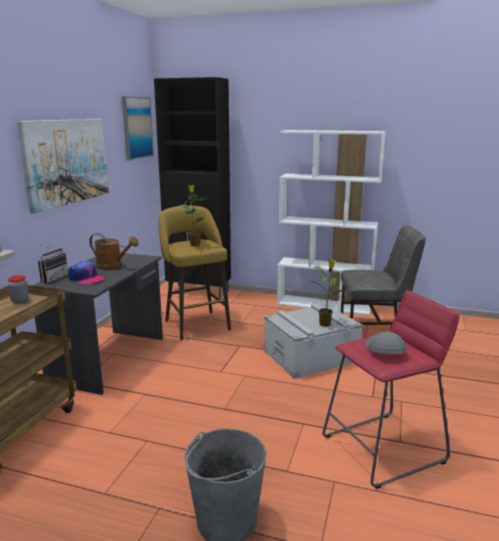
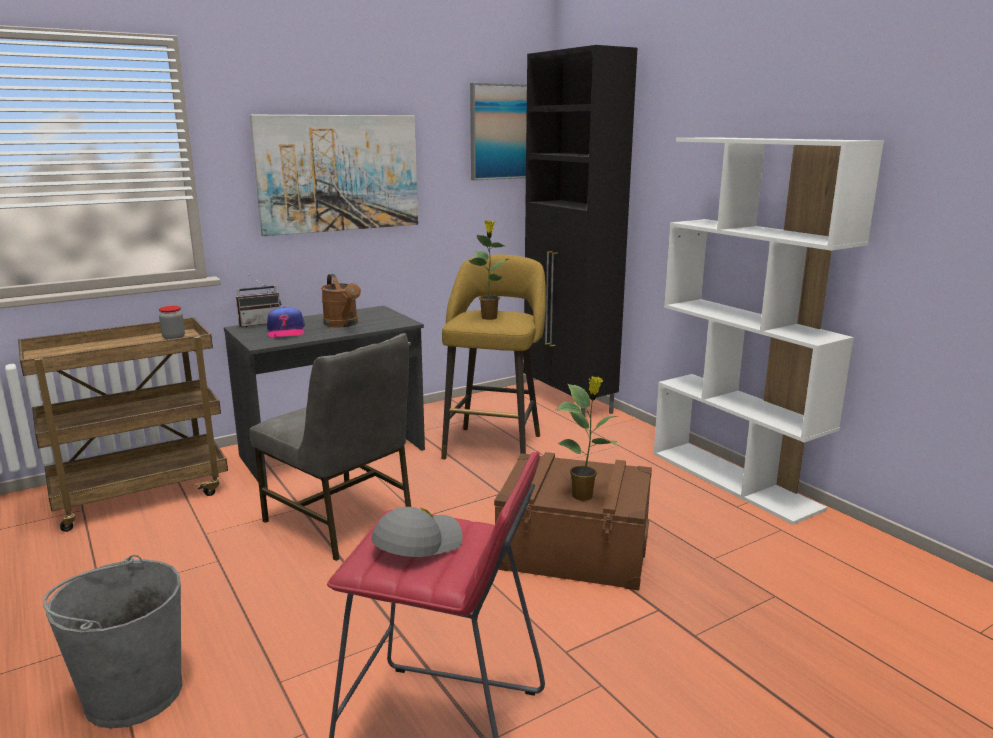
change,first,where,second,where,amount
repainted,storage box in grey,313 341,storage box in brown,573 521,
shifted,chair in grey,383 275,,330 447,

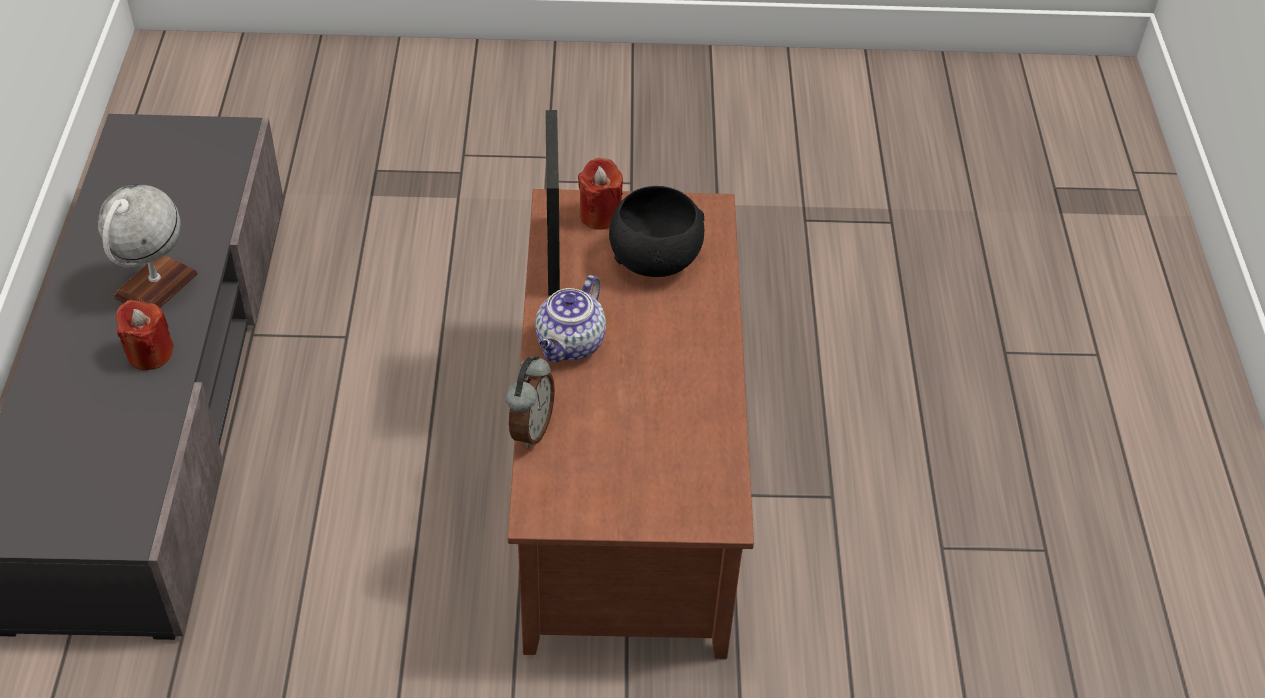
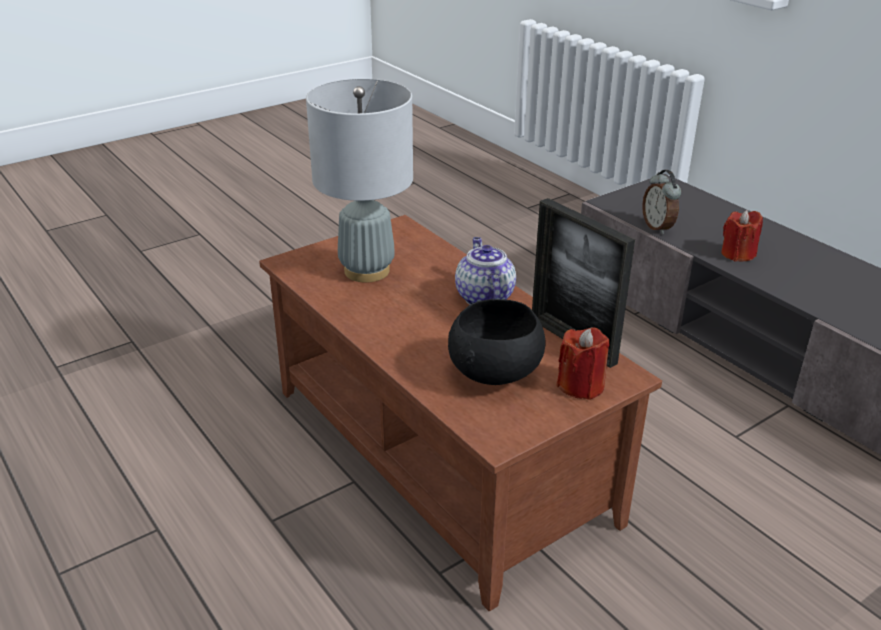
change,first,where,second,where,amount
gone,globe,148 246,,,
shifted,alarm clock,530 402,,661 202,
new,,,table lamp in grey,359 180,

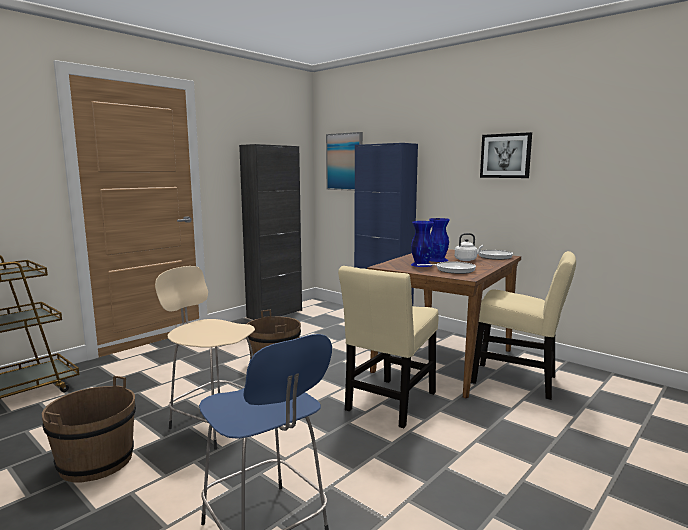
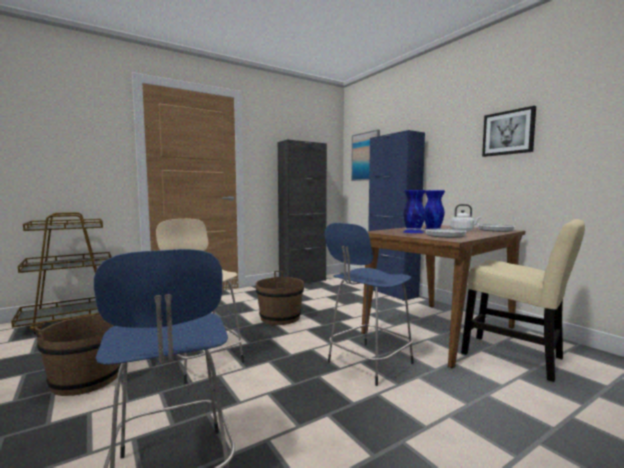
change,first,where,second,where,amount
swapped,chair in beige,388 347,stool in blue,369 304,

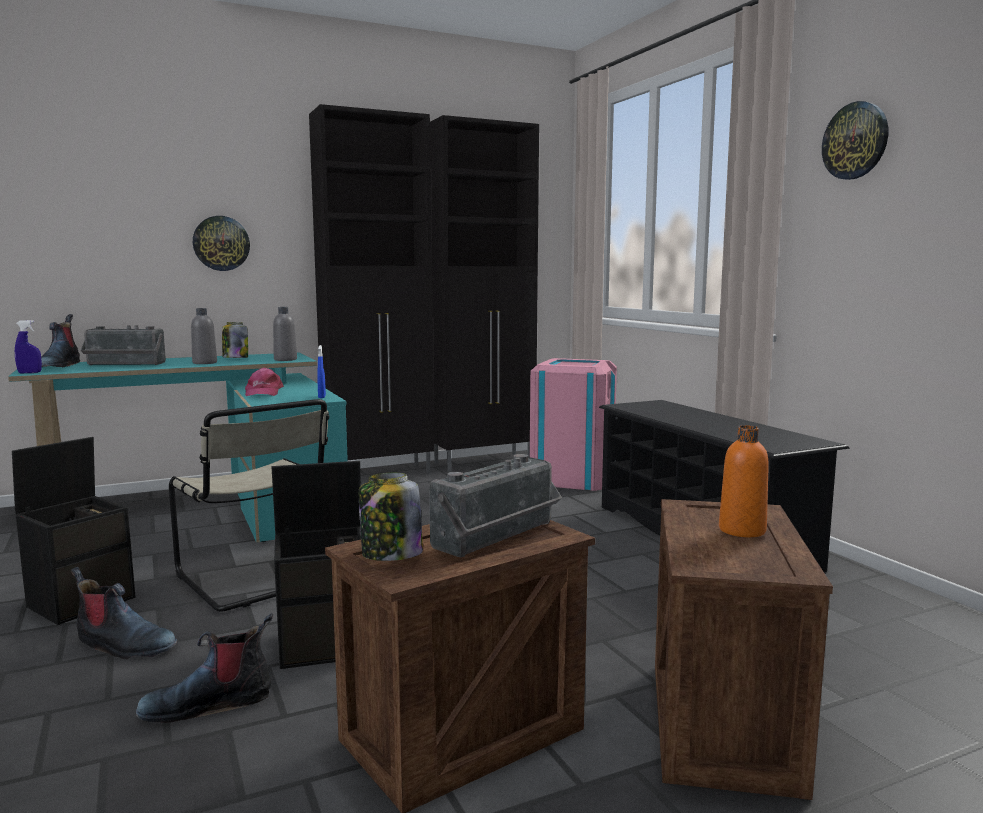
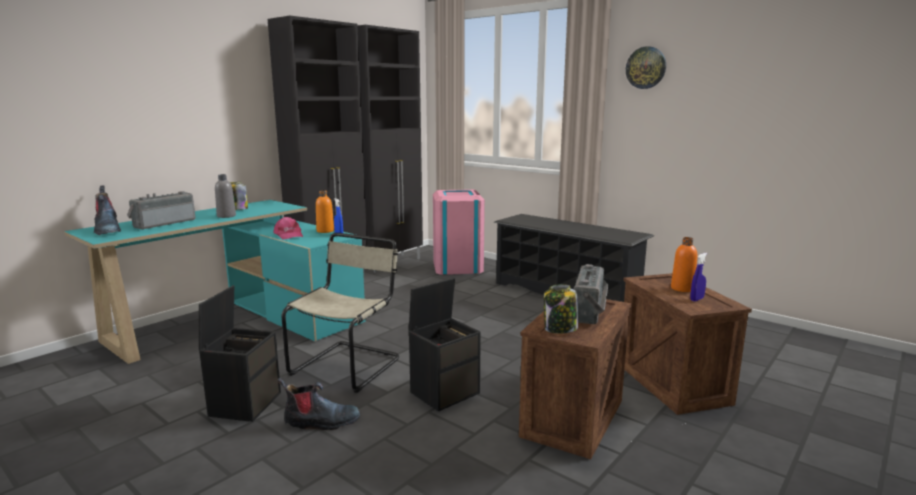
change,first,where,second,where,amount
shifted,spray bottle in blue,28 346,,698 277,
rotated,radio,123 345,,161 210,150 degrees clockwise
gone,boot,204 668,,,
rotated,chair in beige,249 505,,340 313,90 degrees counterclockwise
gone,wall clock,221 243,,,
gone,bottle in grey,285 334,,,
new,,,bottle in orange,325 212,

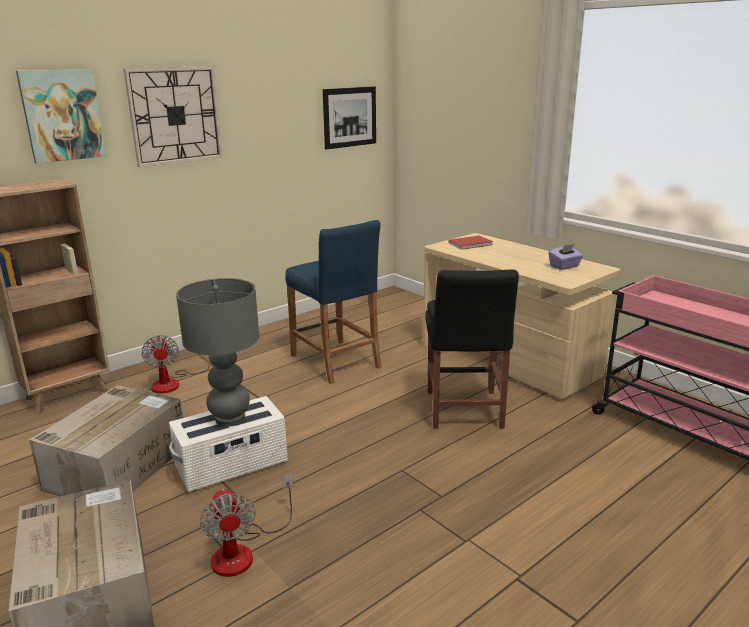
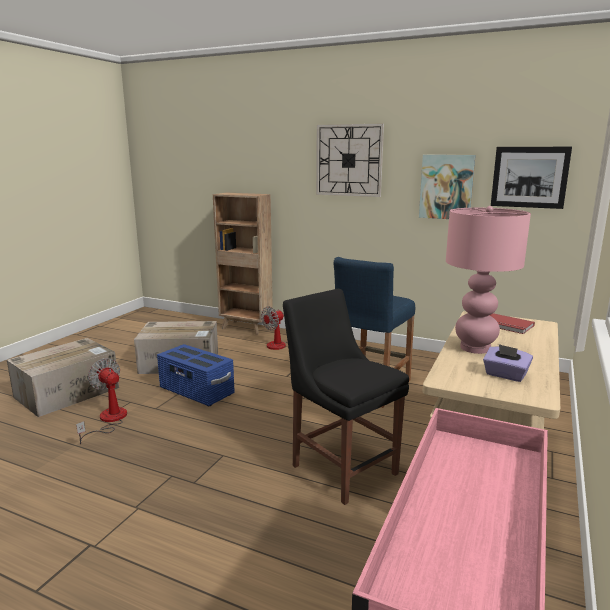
change,first,where,second,where,amount
shifted,picture,61 116,,447 187,
repainted,storage box in white,228 444,storage box in blue,196 375,
gone,table lamp in grey,217 352,,,
rotated,fan,246 525,,101 401,90 degrees clockwise
rotated,chair in black,472 349,,346 397,75 degrees clockwise
new,,,table lamp in pink,488 280,

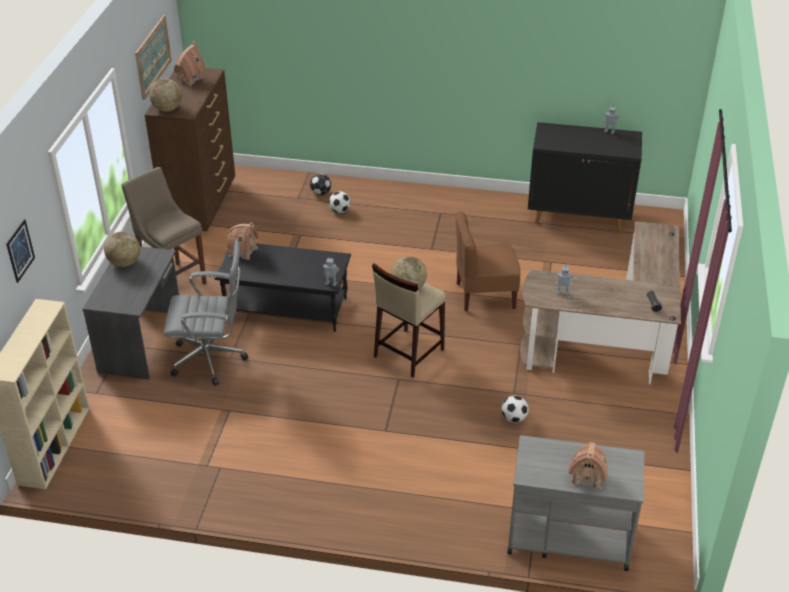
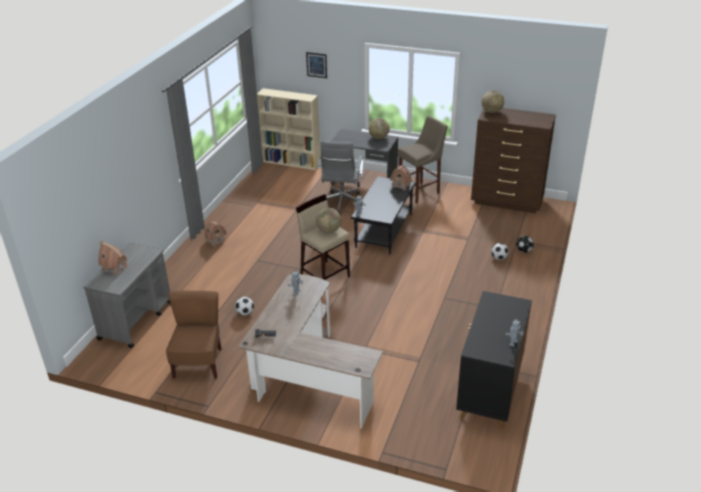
change,first,where,second,where,amount
gone,picture,153 57,,,
shifted,toy house,190 63,,216 234,
shifted,chair in brown,488 261,,193 335,

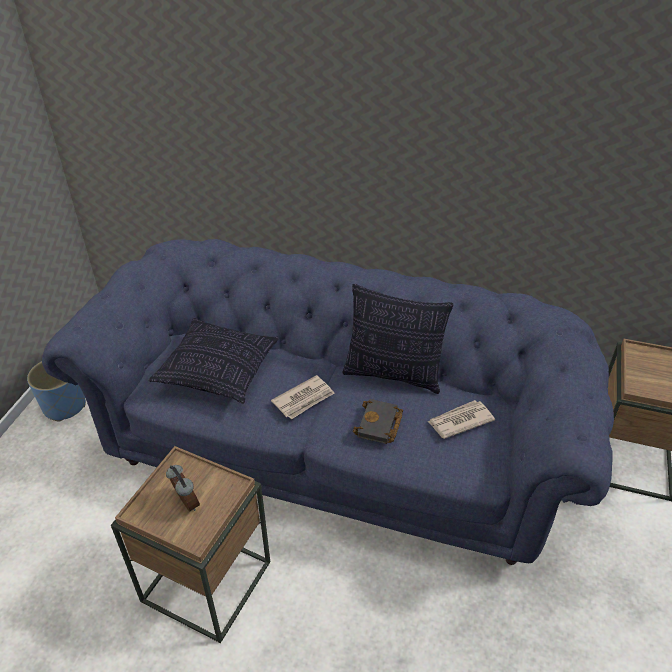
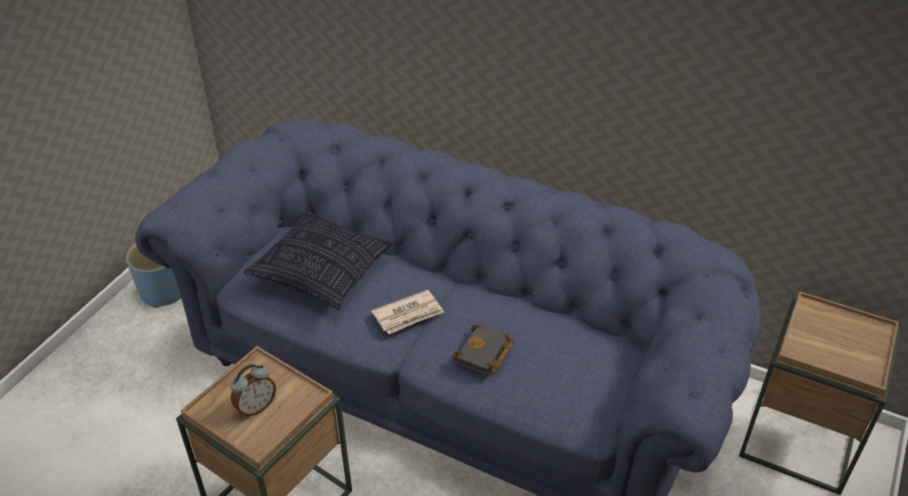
change,first,where,second,where,amount
rotated,alarm clock,183 488,,253 390,75 degrees clockwise
gone,pillow,397 339,,,
gone,newspaper,461 419,,,

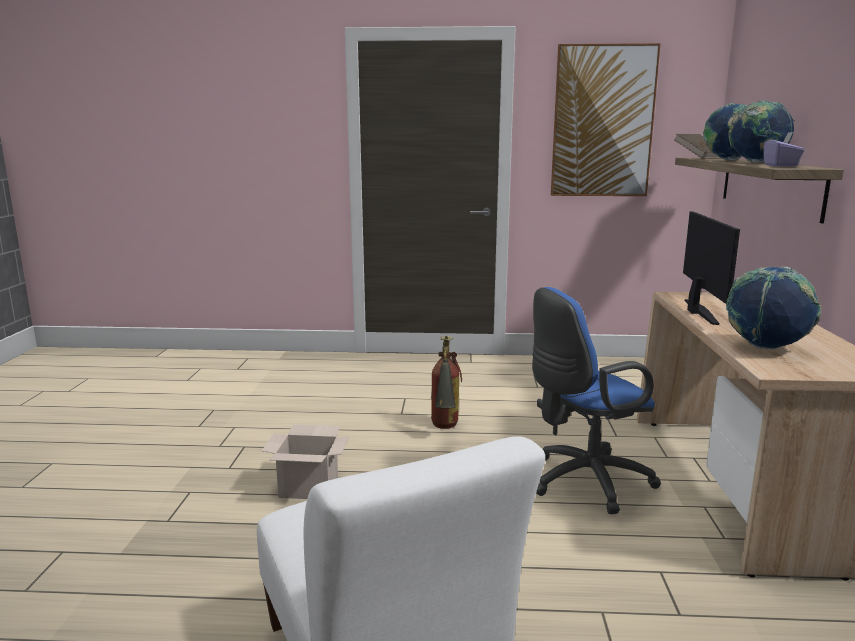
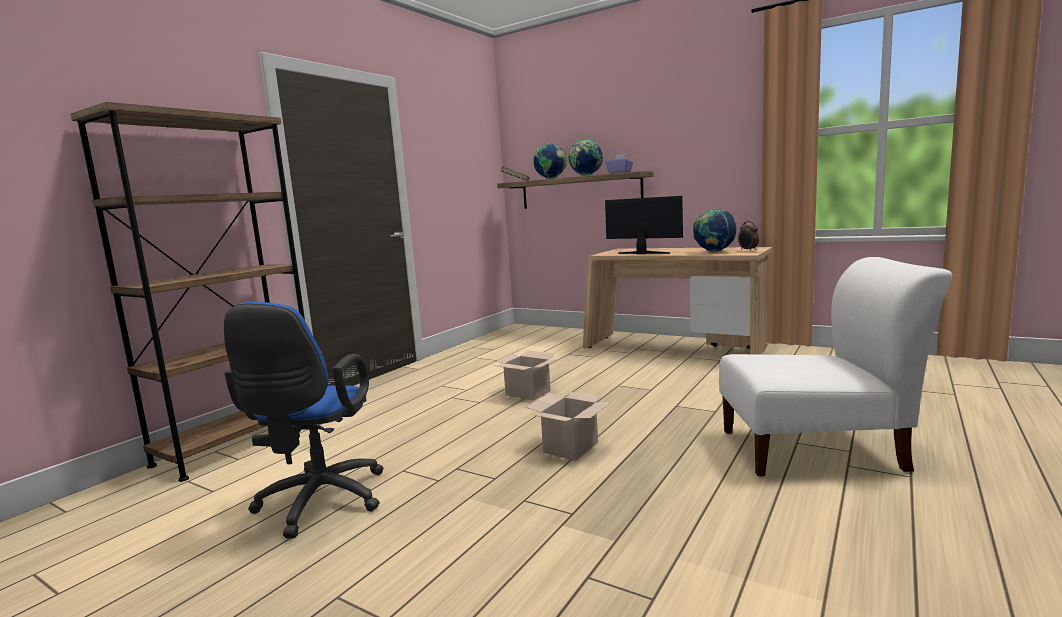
change,first,where,second,where,amount
swapped,fire extinguisher,446 382,cardboard box,525 375,
shifted,office chair in blue,596 400,,304 420,
gone,picture,605 119,,,
new,,,bookcase in brown,187 292,
new,,,alarm clock,748 236,

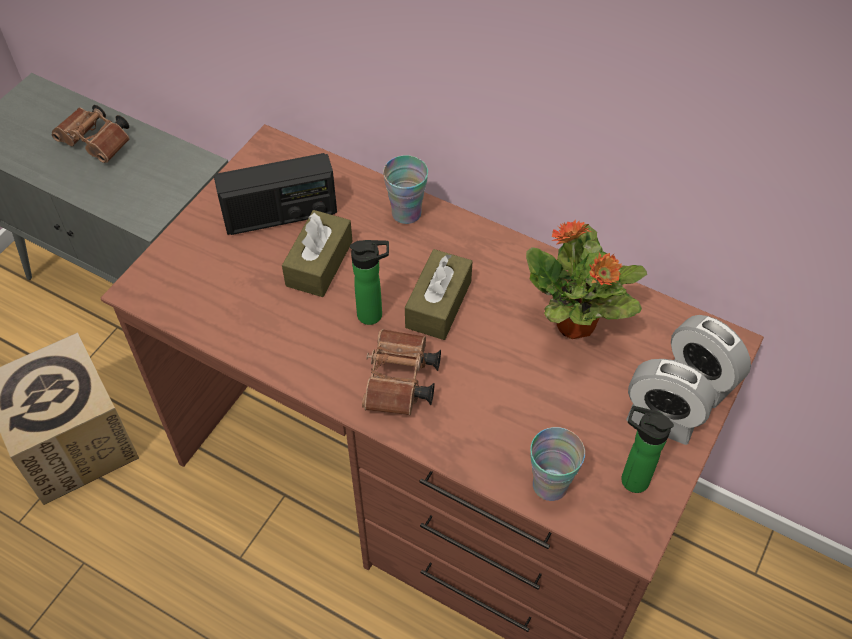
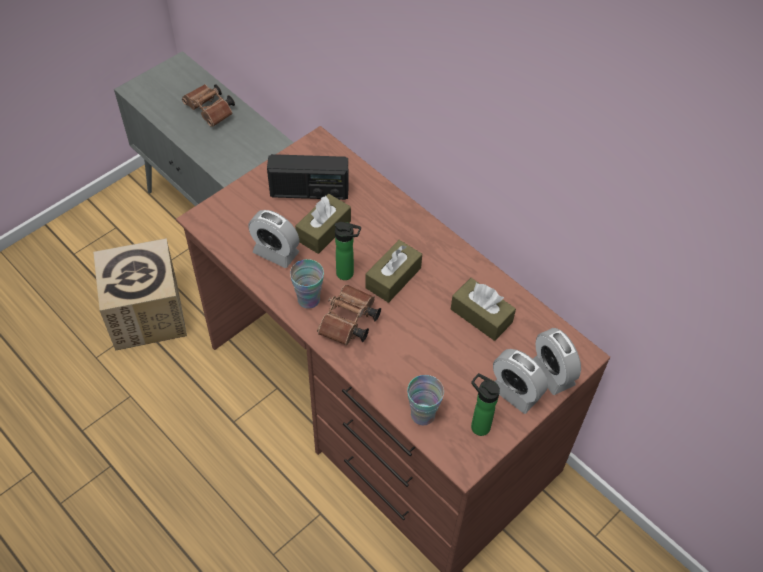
change,first,where,second,where,amount
shifted,cup,405 189,,307 284,
swapped,potted plant,586 279,tissue box in brown,483 309,
new,,,alarm clock,273 239,

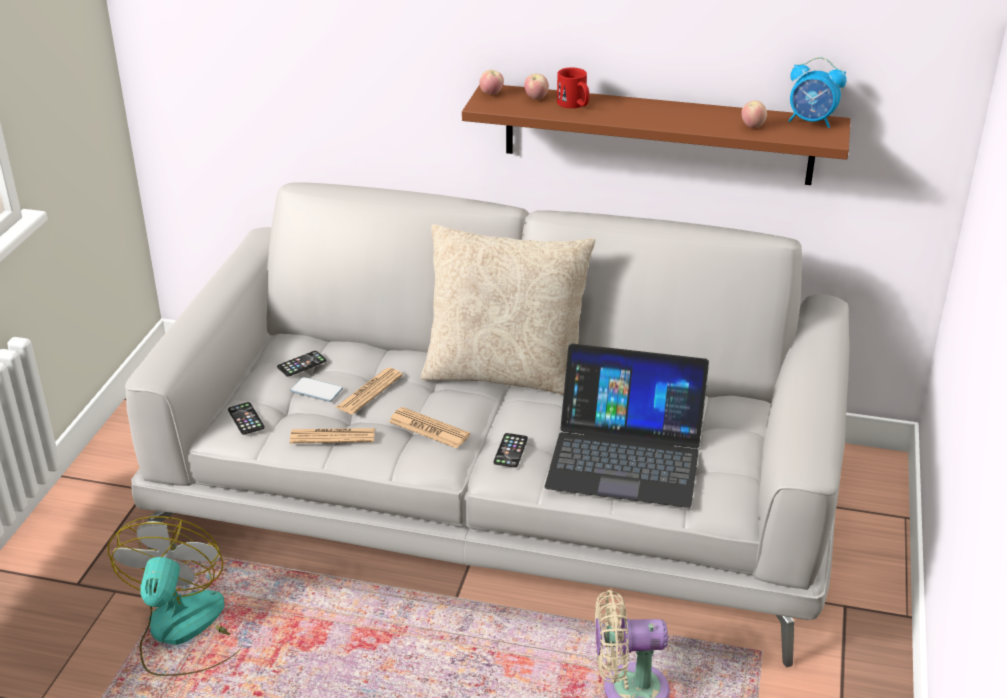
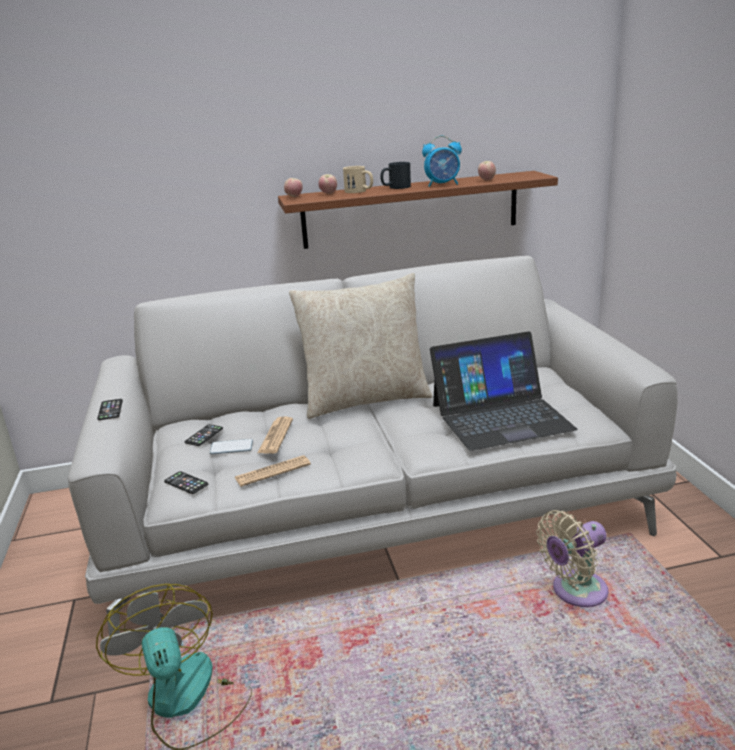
change,first,where,second,where,amount
gone,newspaper,429 428,,,
shifted,phone,511 450,,110 409,
repainted,mug in red,573 87,mug in beige,358 179,
shifted,alarm clock,817 92,,442 161,
new,,,mug in black,395 175,

